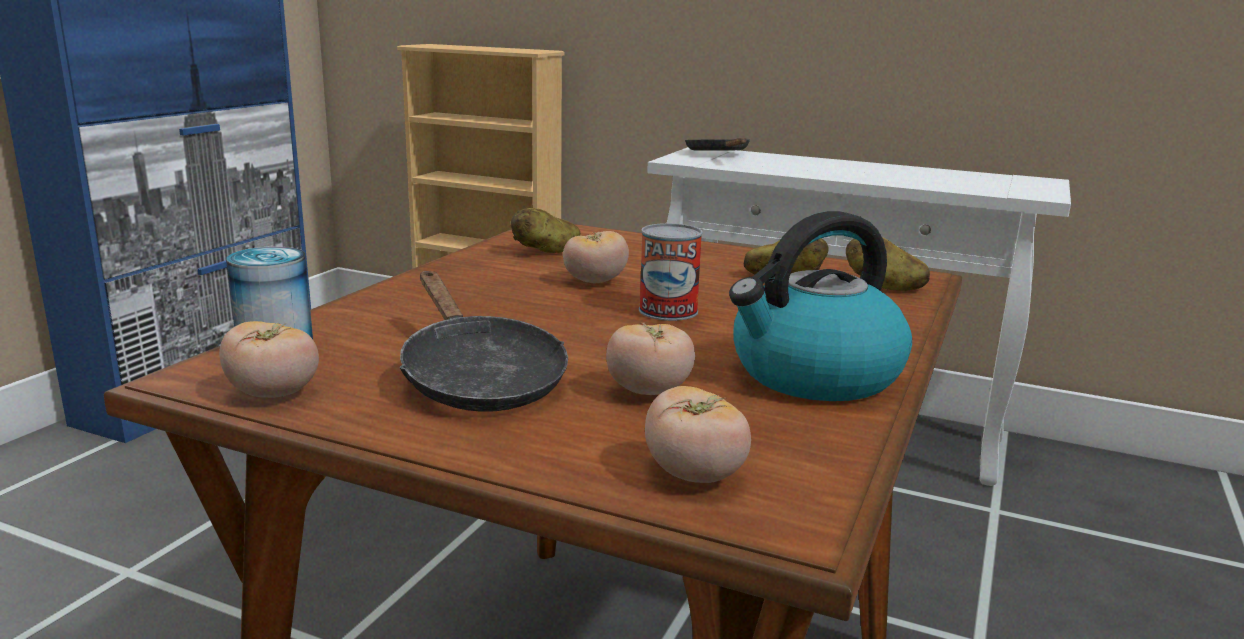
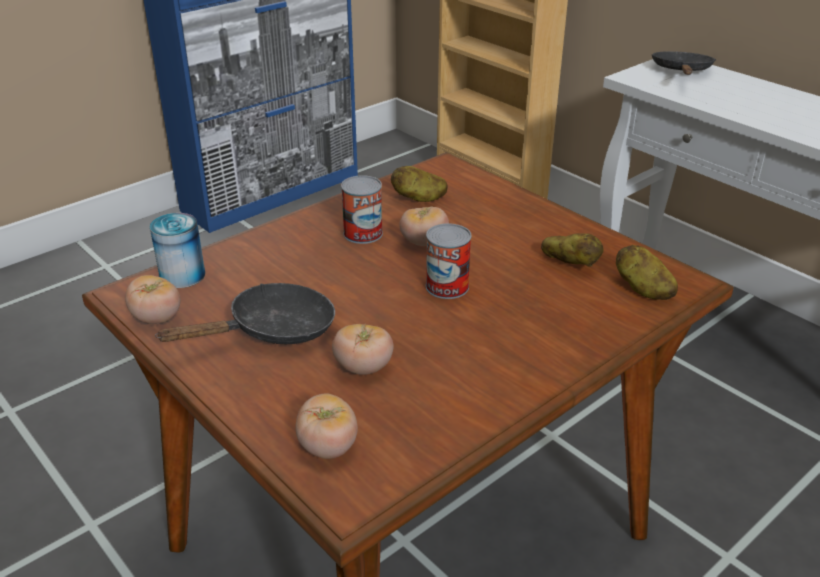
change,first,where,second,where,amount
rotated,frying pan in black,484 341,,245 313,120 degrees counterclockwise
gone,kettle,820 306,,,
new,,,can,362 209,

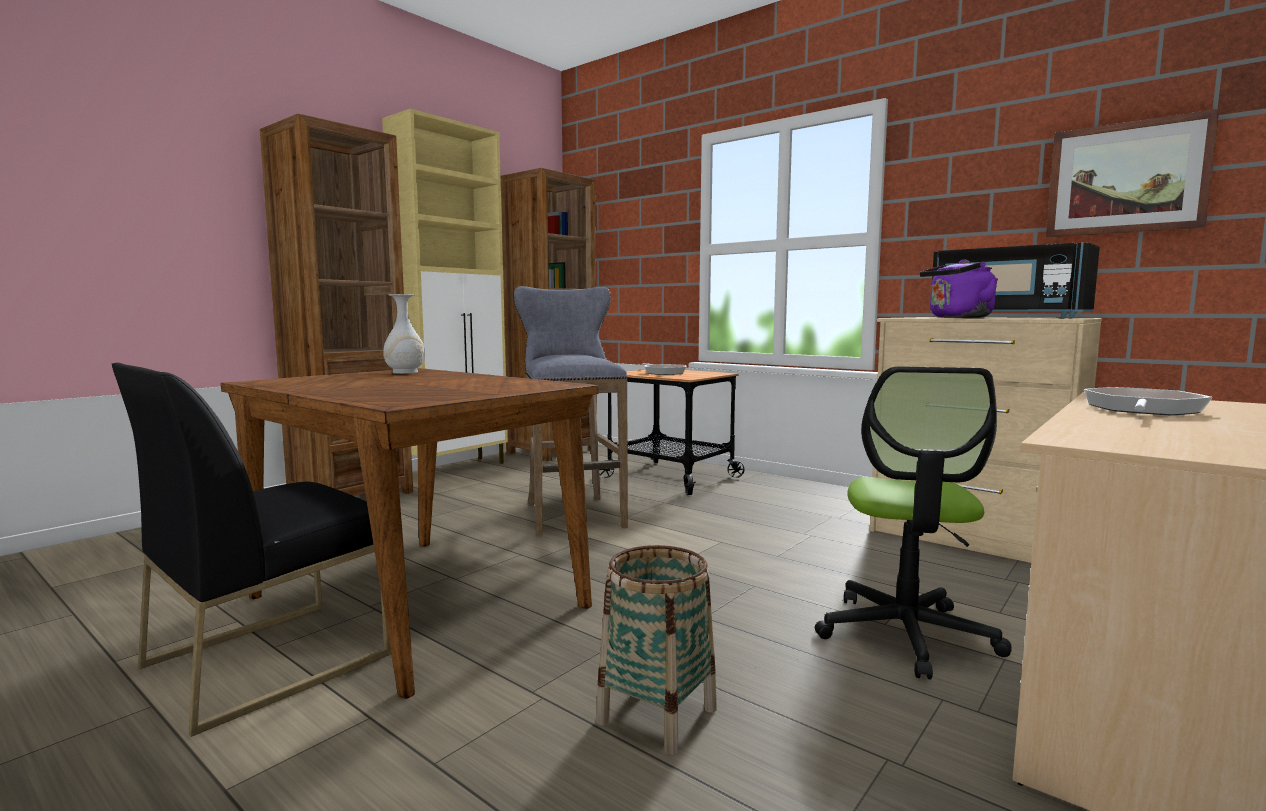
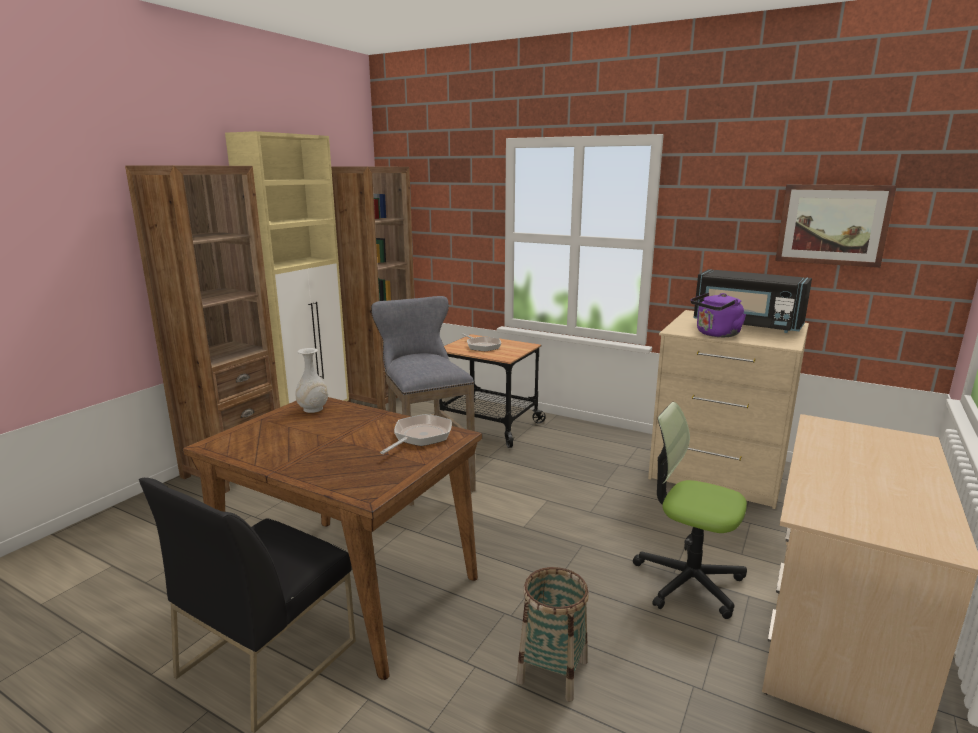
change,first,where,second,where,amount
rotated,office chair,913 523,,690 510,120 degrees clockwise
shifted,frying pan,1148 401,,416 434,

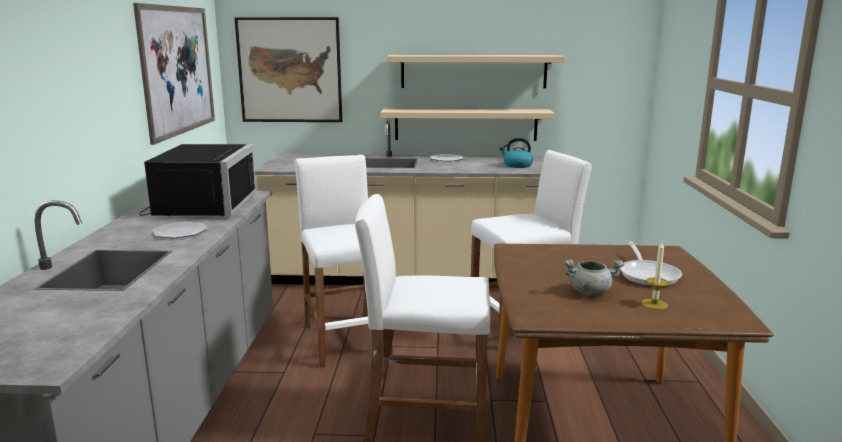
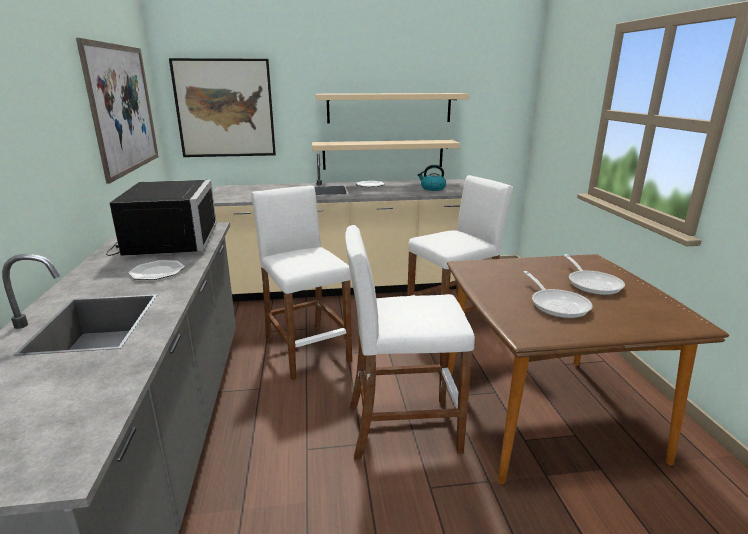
change,first,where,second,where,amount
swapped,cooking pot in grey,594 277,frying pan,558 294,
gone,candle,655 276,,,

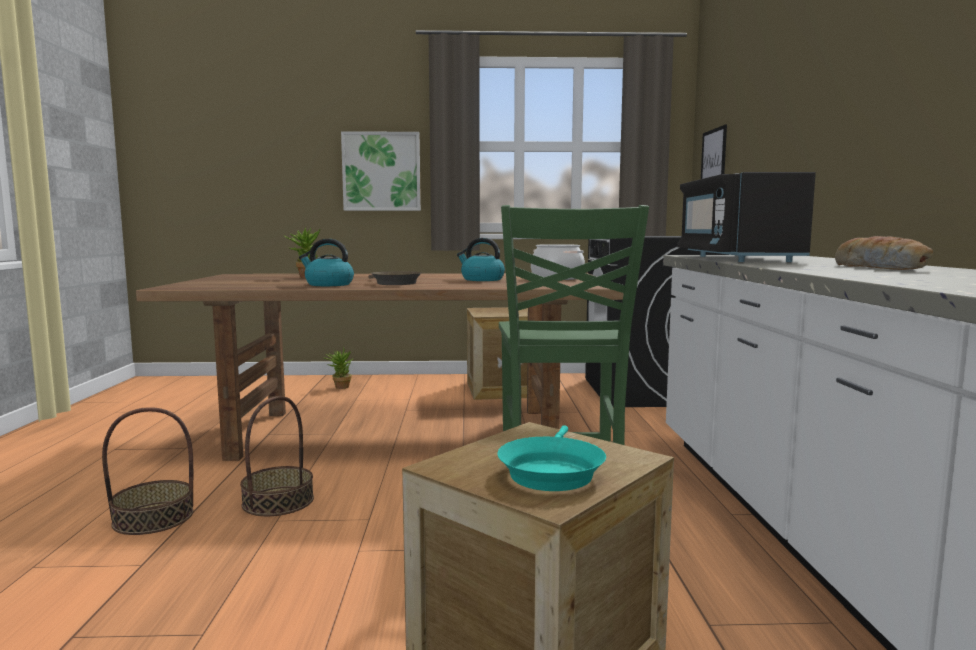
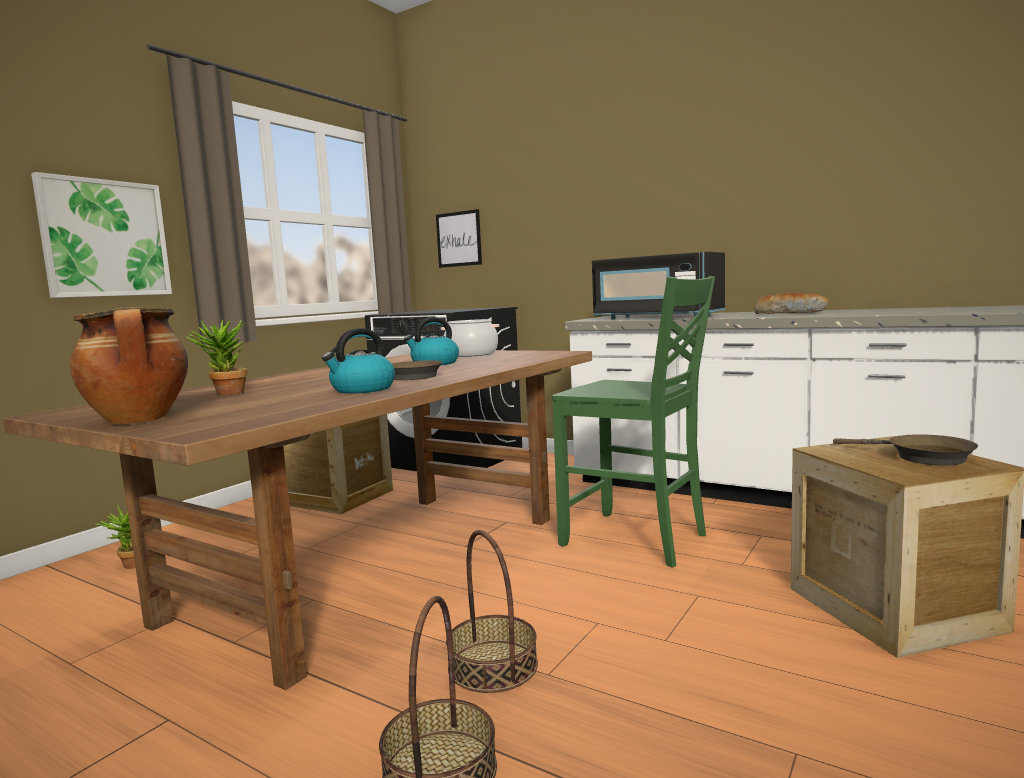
change,first,where,second,where,amount
repainted,frying pan in turquoise,552 458,frying pan in brown,905 450,
new,,,cooking pot,129 366,

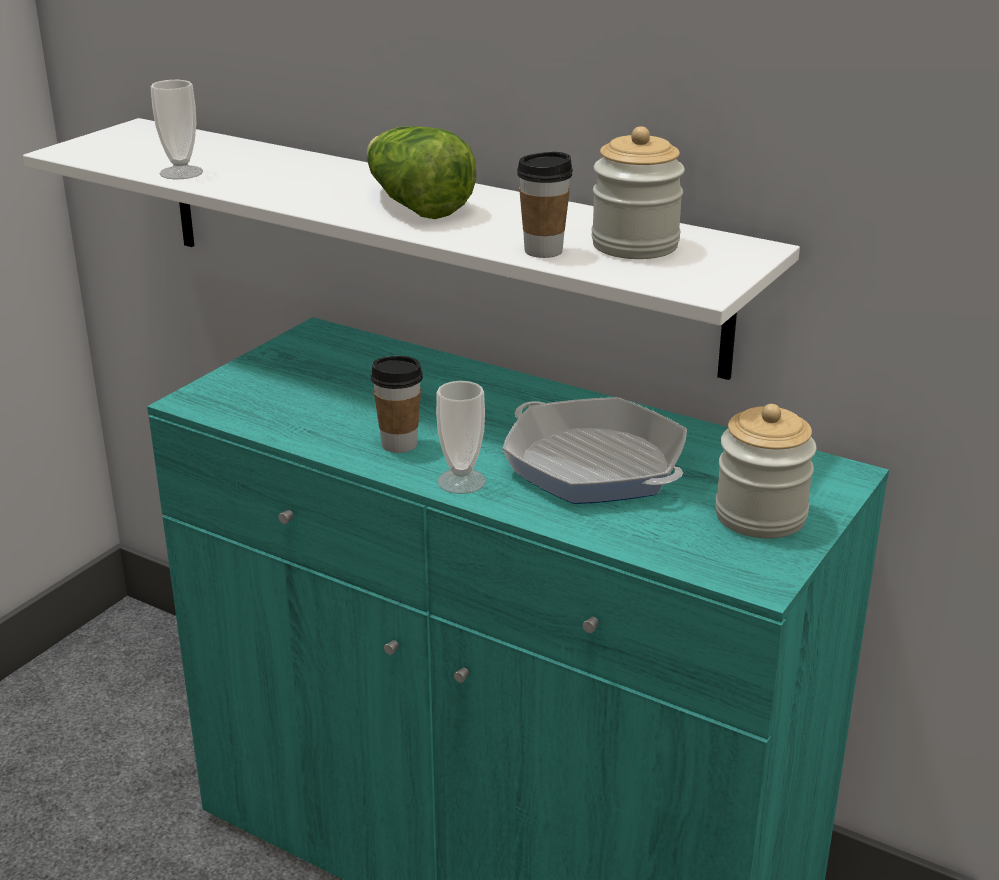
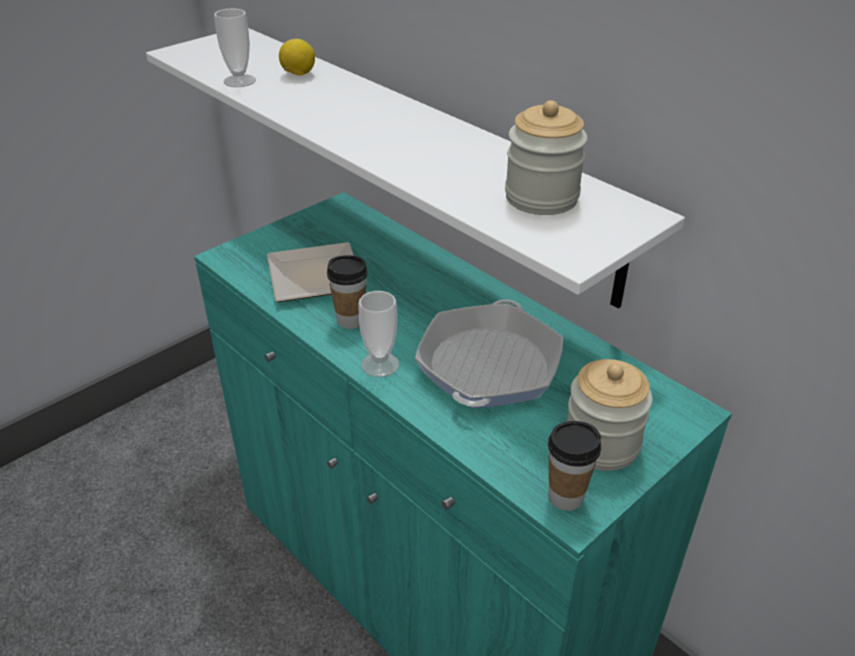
change,first,where,second,where,amount
gone,lettuce,421 172,,,
rotated,frying pan,594 450,,489 353,135 degrees counterclockwise
shifted,cup,545 205,,574 466,
new,,,plate,310 272,
new,,,lemon,297 57,

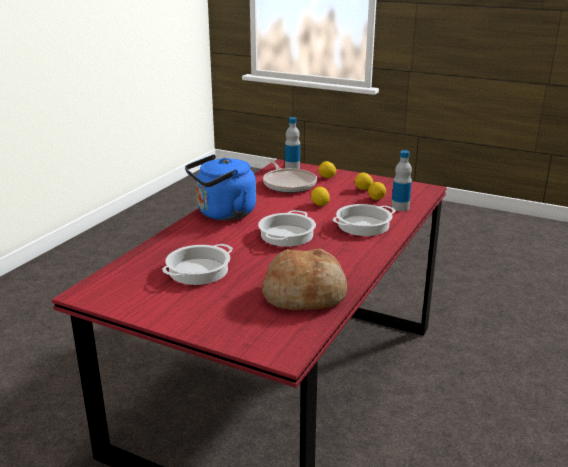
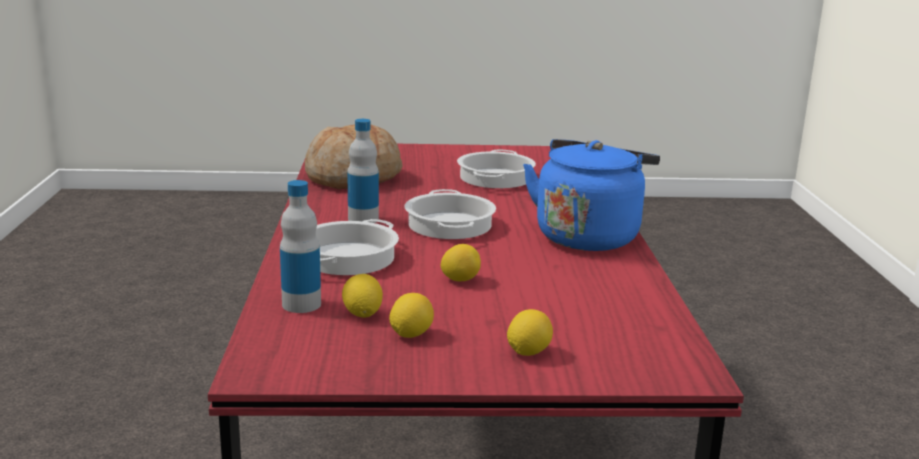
change,first,where,second,where,amount
gone,frying pan,290 176,,,
shifted,bottle,292 143,,363 171,

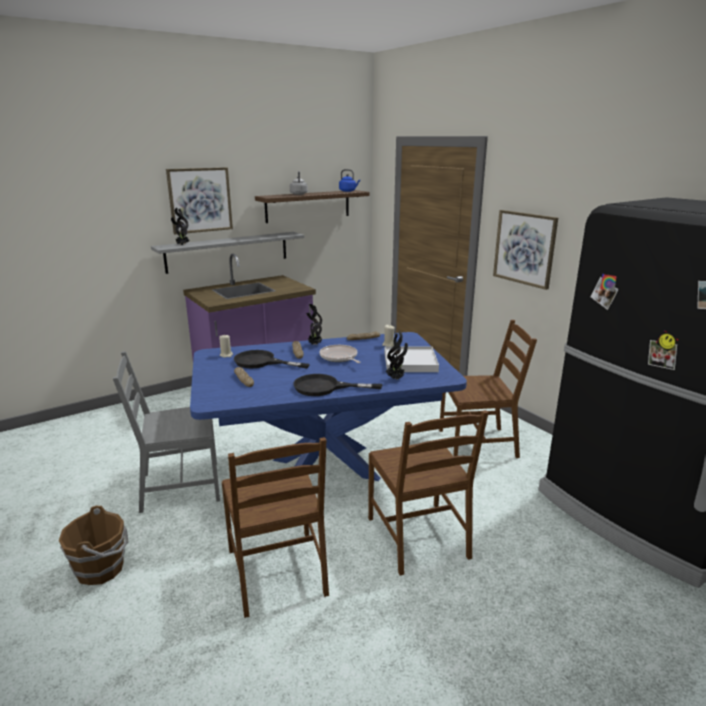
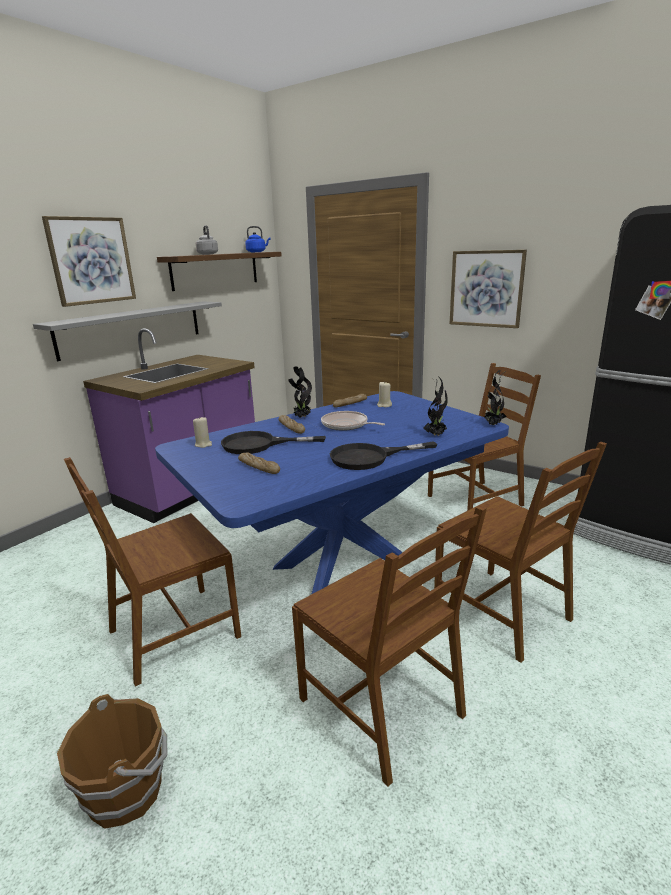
change,first,where,second,where,amount
repainted,chair in grey,166 432,chair in brown,152 572,
shifted,potted plant,180 226,,496 397,
gone,tray in white,411 359,,,

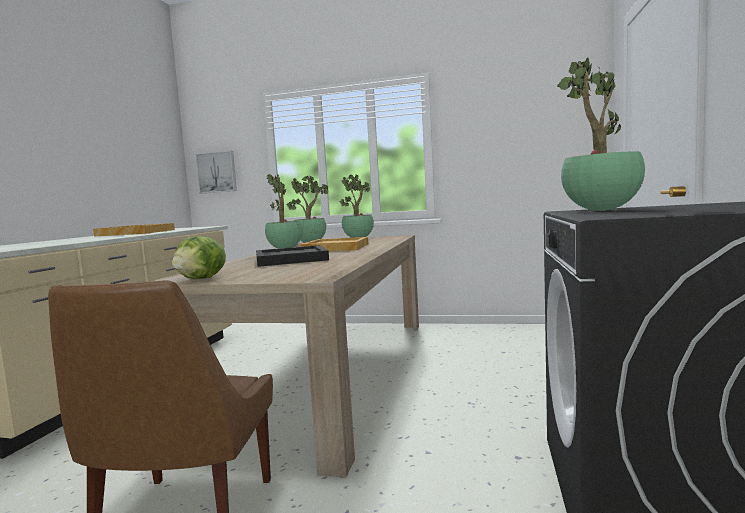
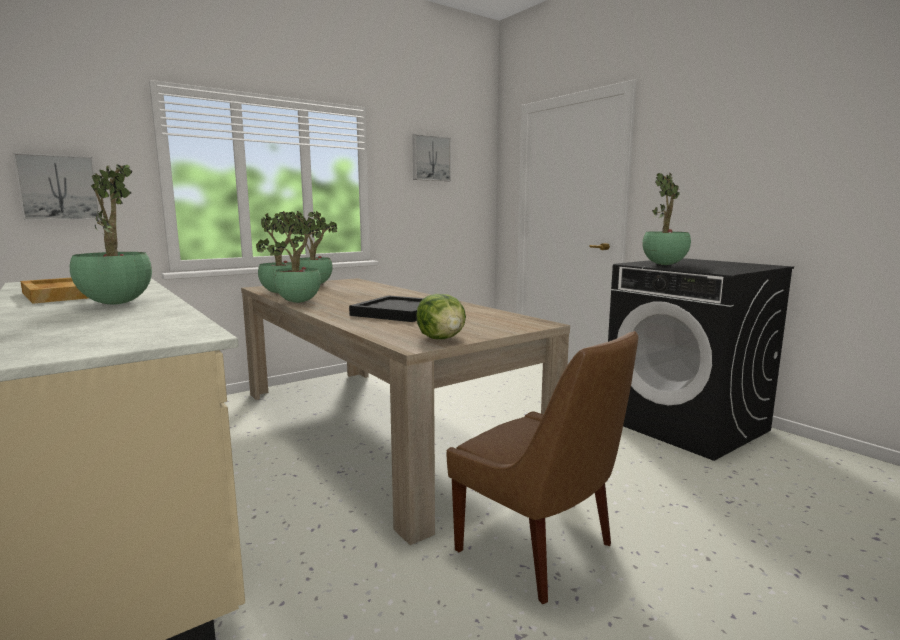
change,first,where,second,where,amount
gone,tray in beige,334 244,,,
new,,,potted plant,111 234,
new,,,picture,432 157,

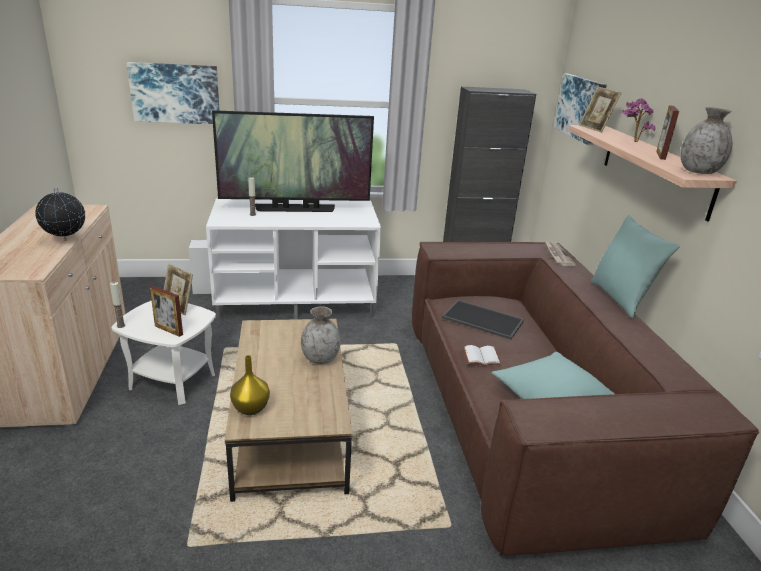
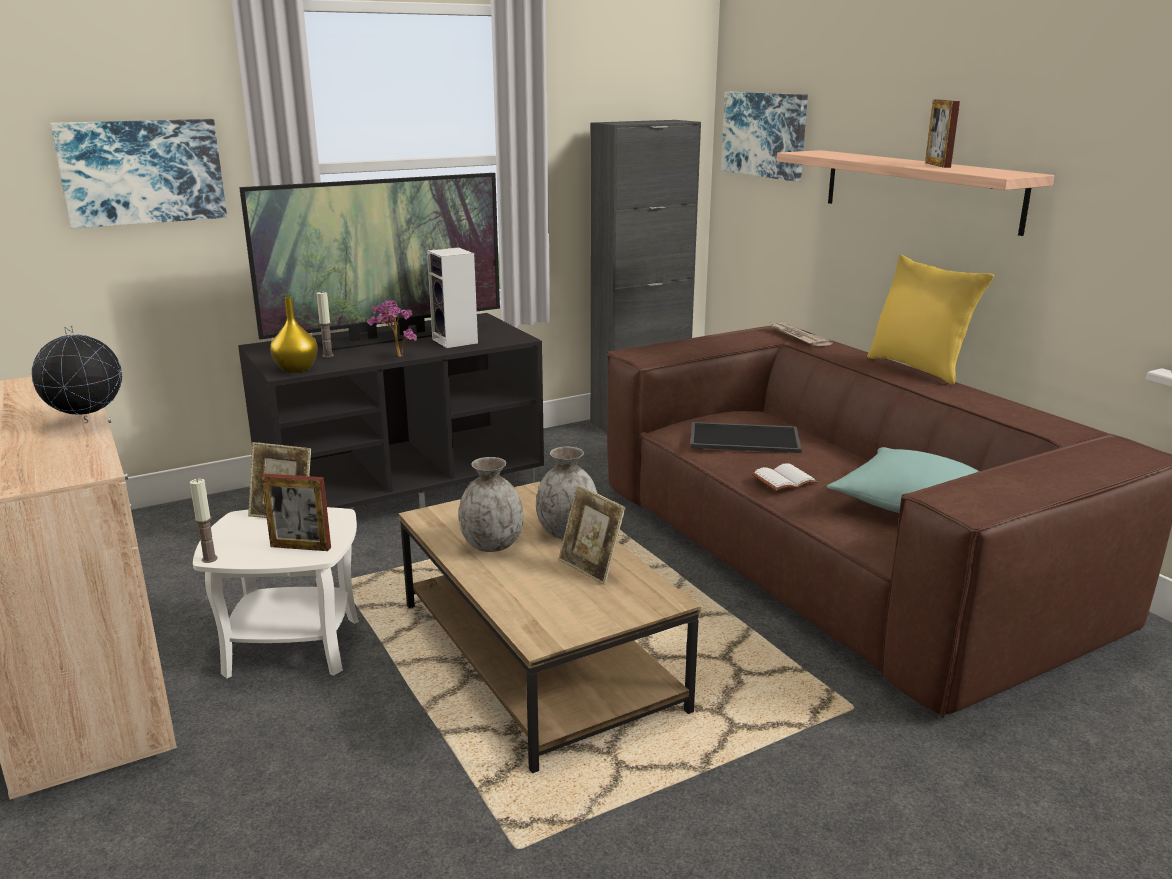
change,first,where,second,where,amount
shifted,speaker,199 267,,452 297,
repainted,tv stand in white,293 259,tv stand in black,391 410,
shifted,vase in yellow,250 385,,294 335,
shifted,picture frame,600 109,,592 535,
repainted,pillow in turquoise,635 266,pillow in yellow,930 320,
shifted,potted plant,639 120,,391 328,
shifted,vase in grey,706 140,,490 504,

